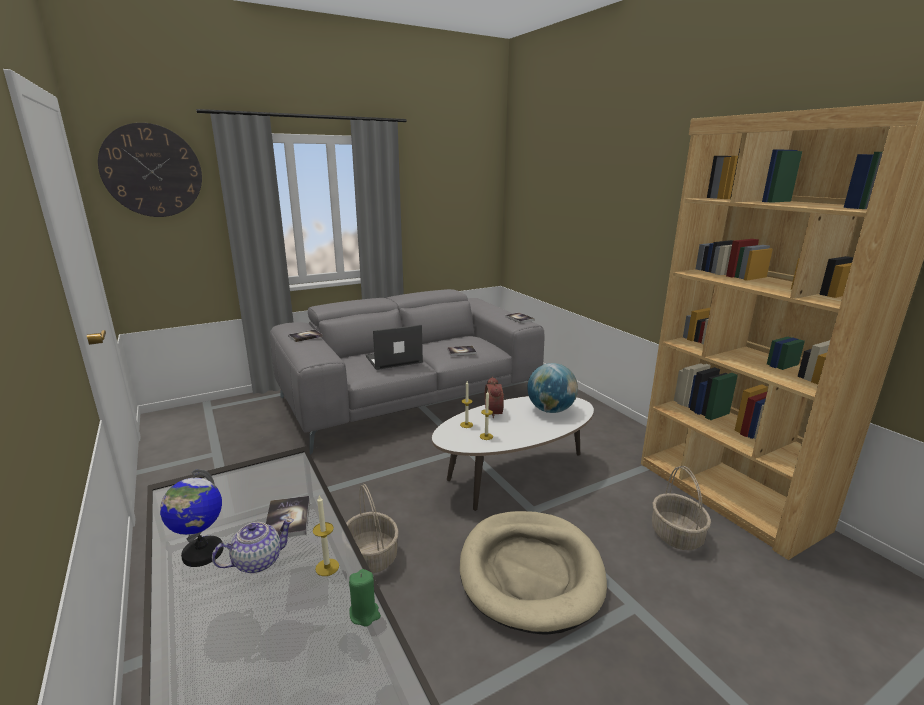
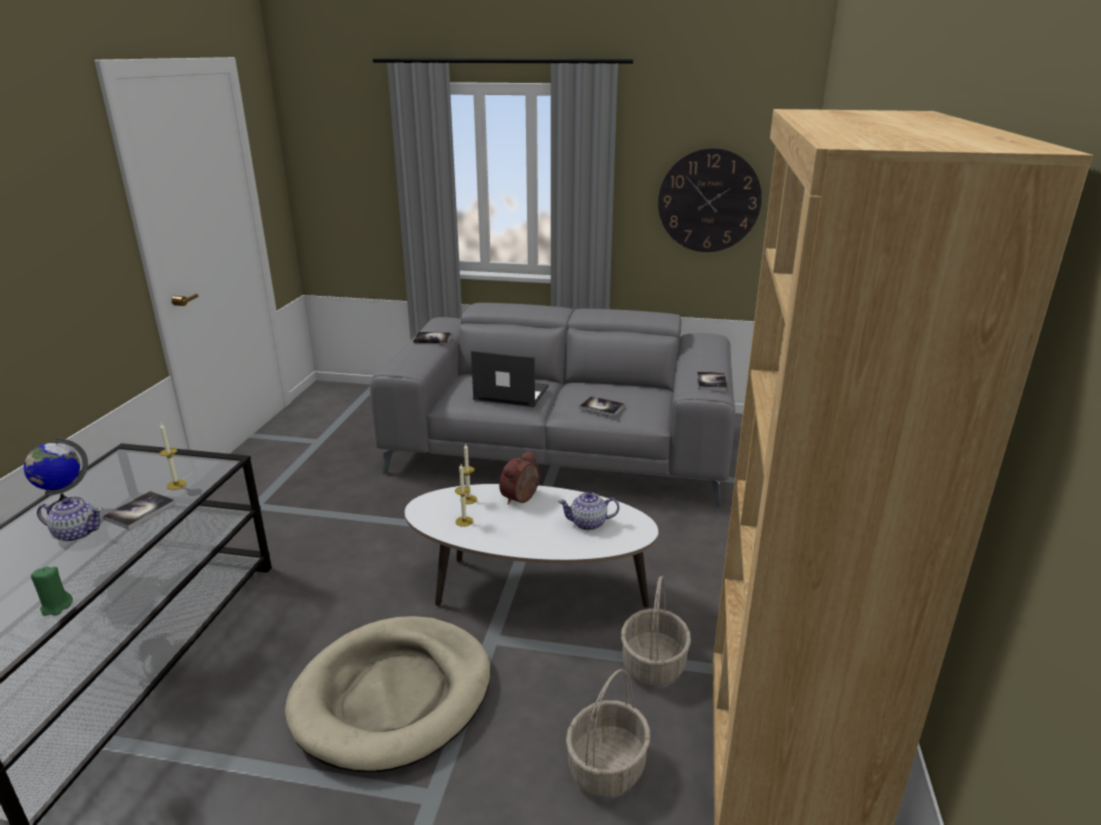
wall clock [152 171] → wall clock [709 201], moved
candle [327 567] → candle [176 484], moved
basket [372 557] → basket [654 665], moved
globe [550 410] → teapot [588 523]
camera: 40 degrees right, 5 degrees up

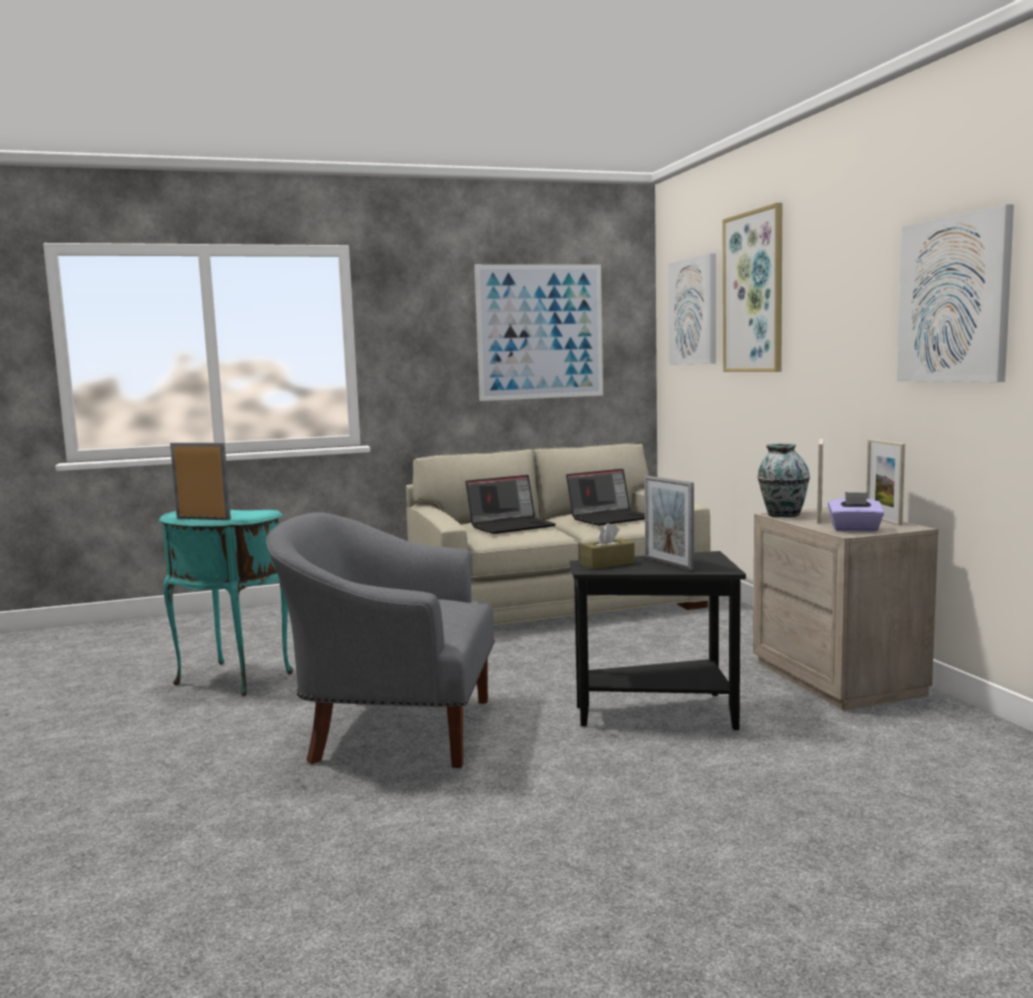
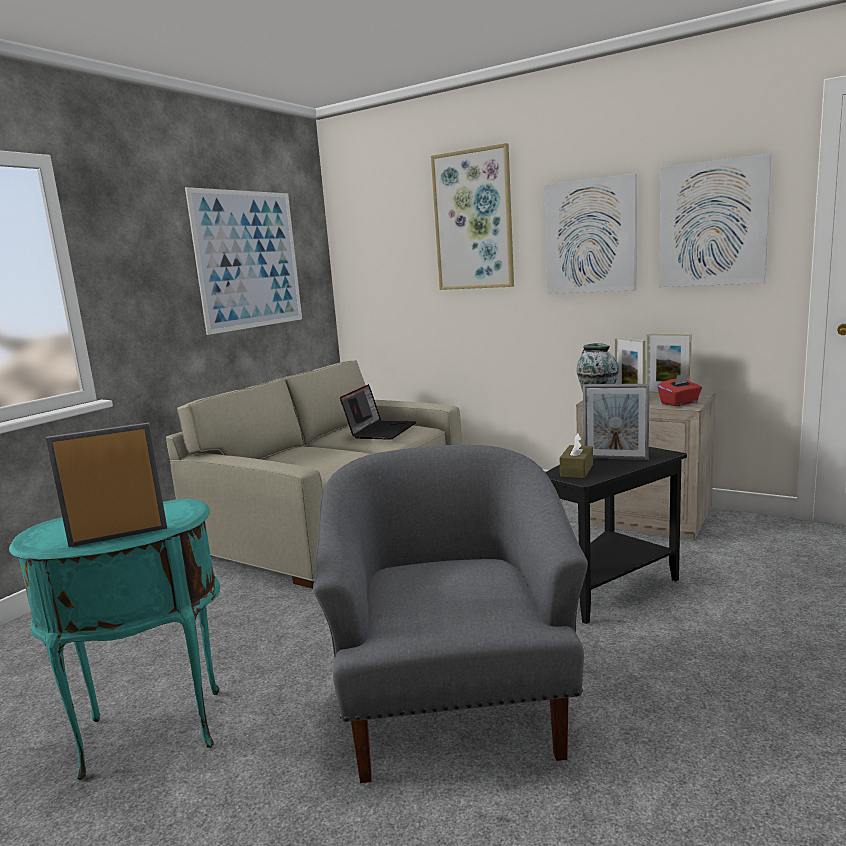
laptop [512 526] → -
picture [694 311] → picture [590 236], moved
purple tissue box [855 529] → red tissue box [679 403]
grey armchair [393 730] → grey armchair [455 704], 120 degrees clockwise
camera: 40 degrees left, 5 degrees up

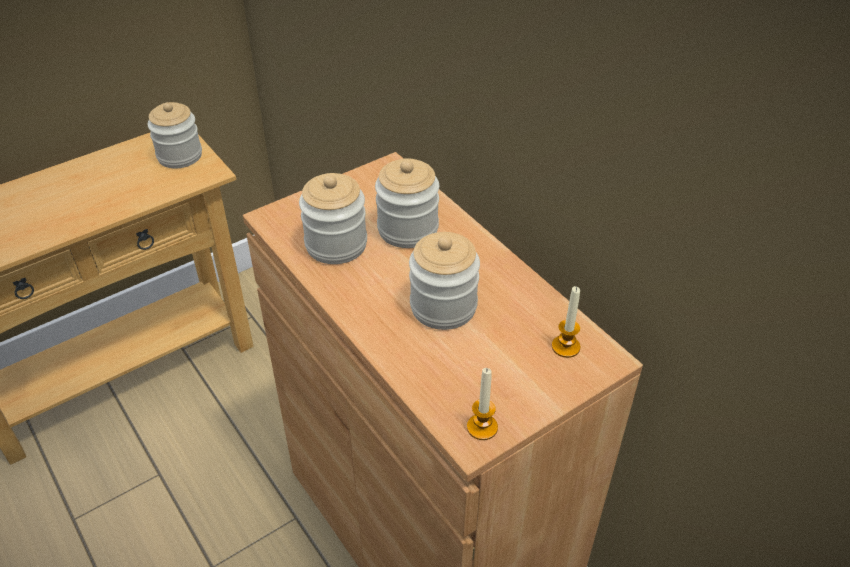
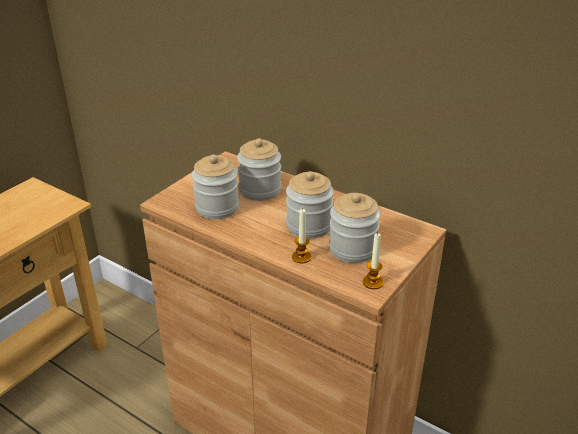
jar [180 156] → jar [352 249], moved
candle [565 347] → candle [301 257], moved
camera: 20 degrees left, 10 degrees down

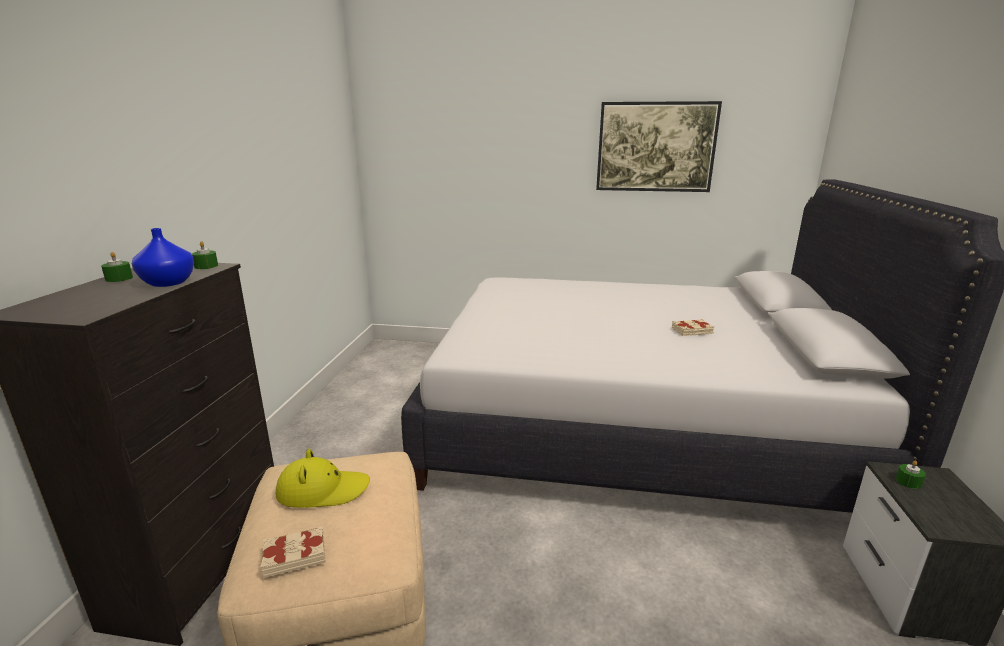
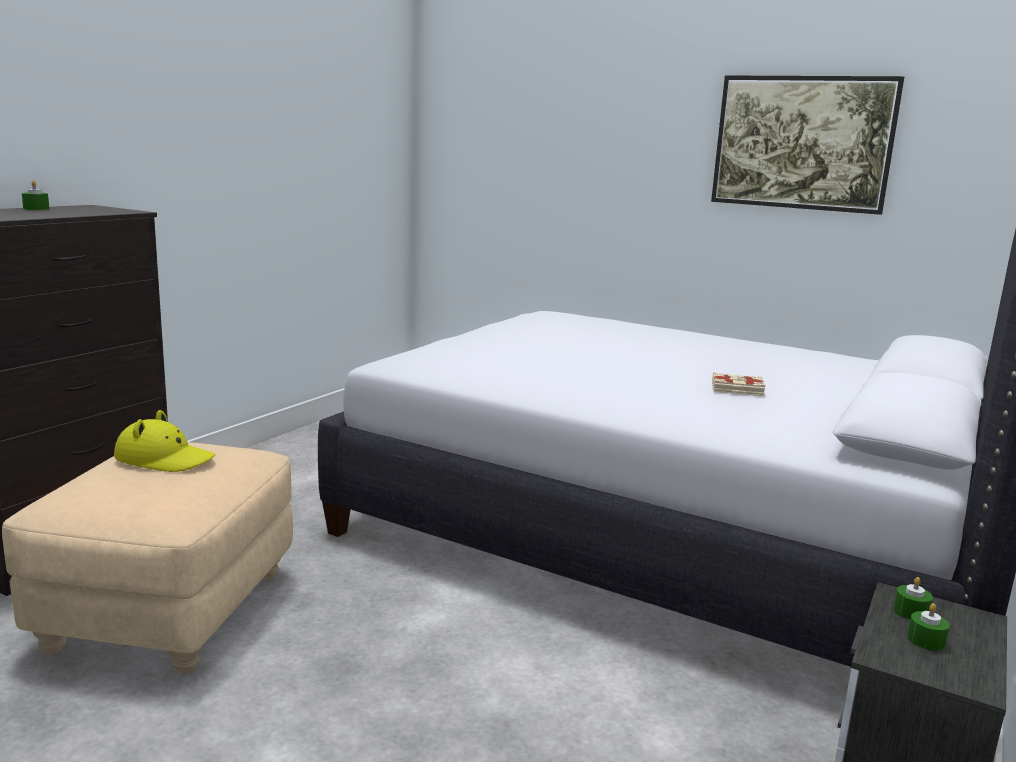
blue vase [168 282] → -
beige book [294 555] → -
green candle [206 266] → green candle [926 640], moved
camera: 20 degrees right, 5 degrees down

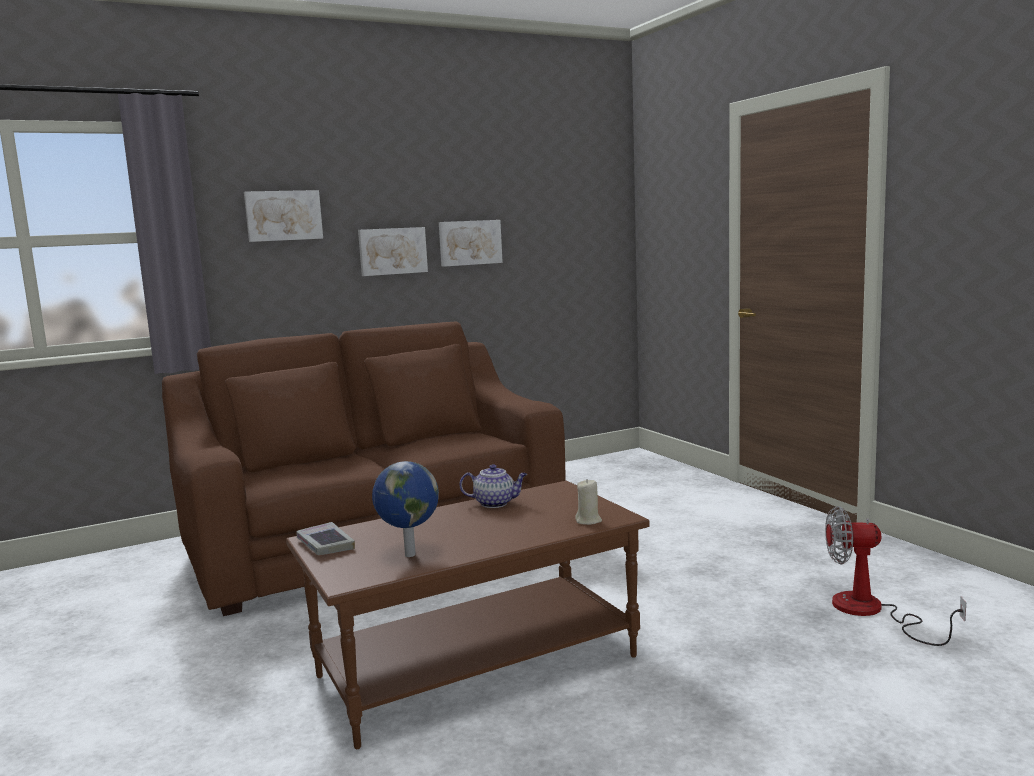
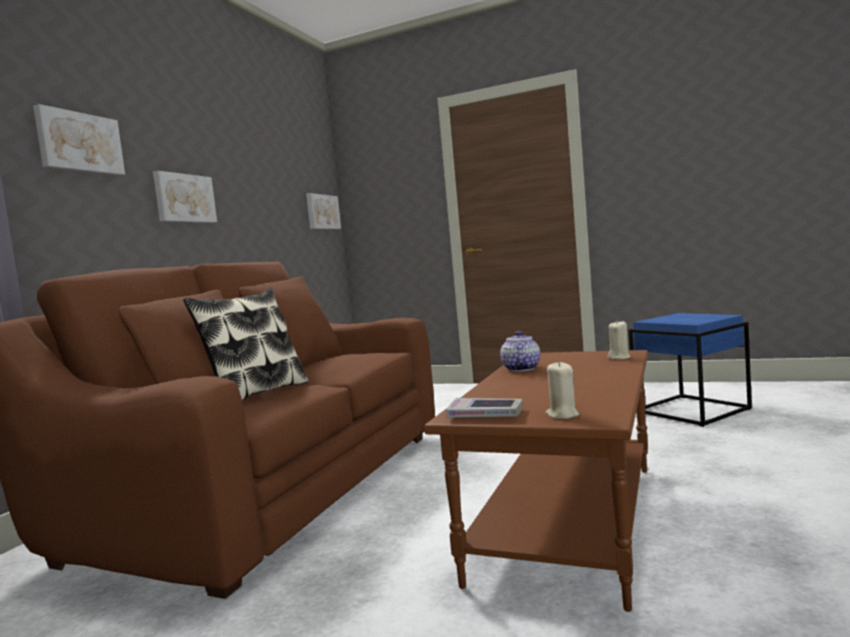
globe [408 555] → -
- → pillow [256 394]
- → beige candle [562 415]
picture [469 242] → picture [322 212], moved
fan [872 612] → blue side table [692 410]
teapot [495 503] → teapot [520 368], 45 degrees counterclockwise
camera: 40 degrees left, 5 degrees down

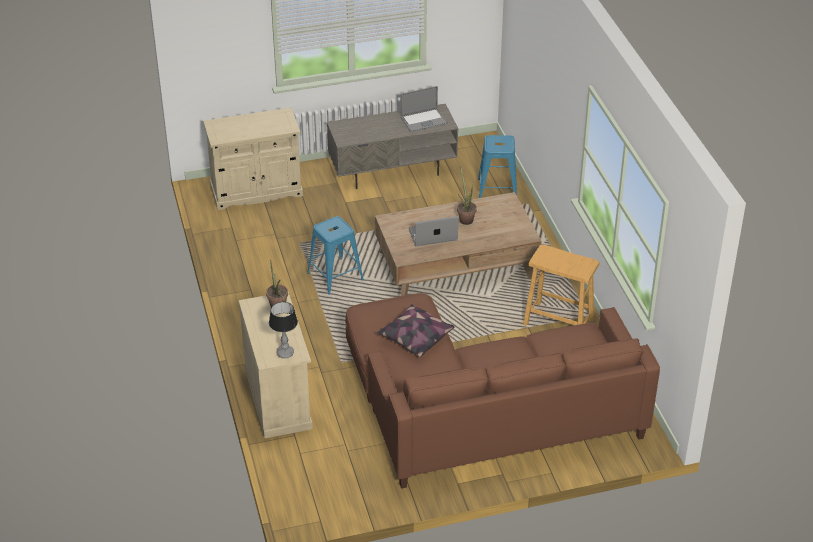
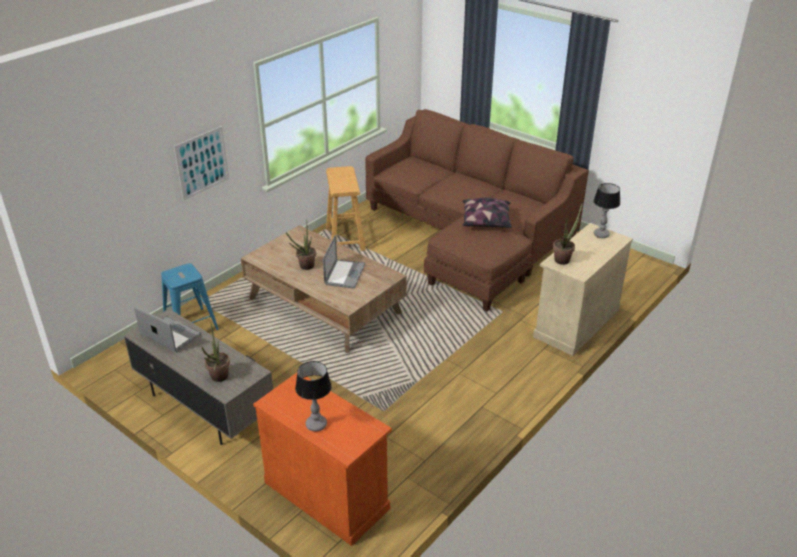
blue stool [335 277] → -
- → picture [202 163]
- → potted plant [218 379]
- → table lamp [316 425]
beige cabinet [256 191] → orange cabinet [326 495]
laptop [433 235] → laptop [345 274], 120 degrees counterclockwise
camera: 125 degrees left, 5 degrees down

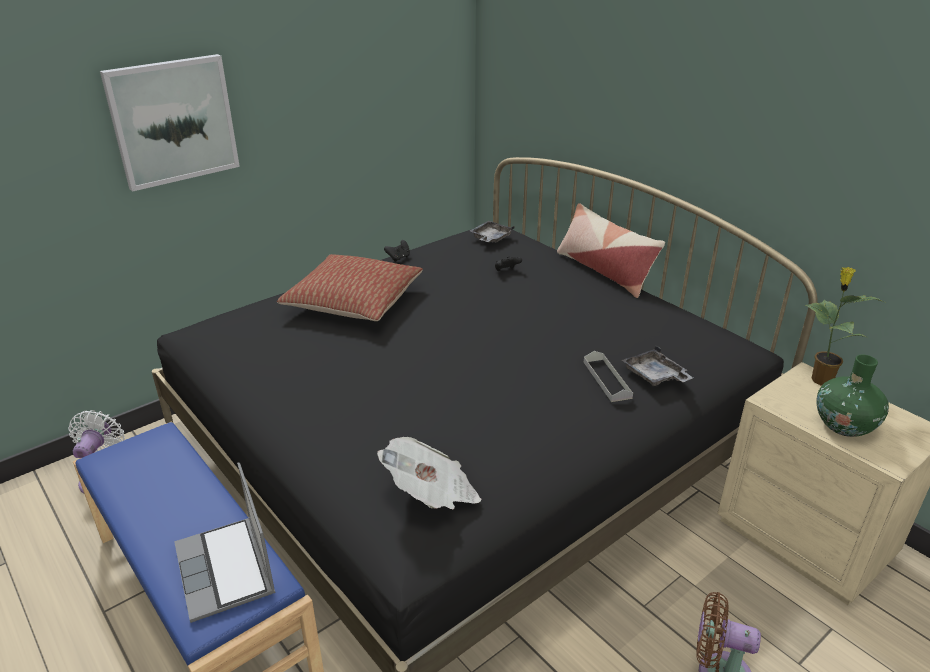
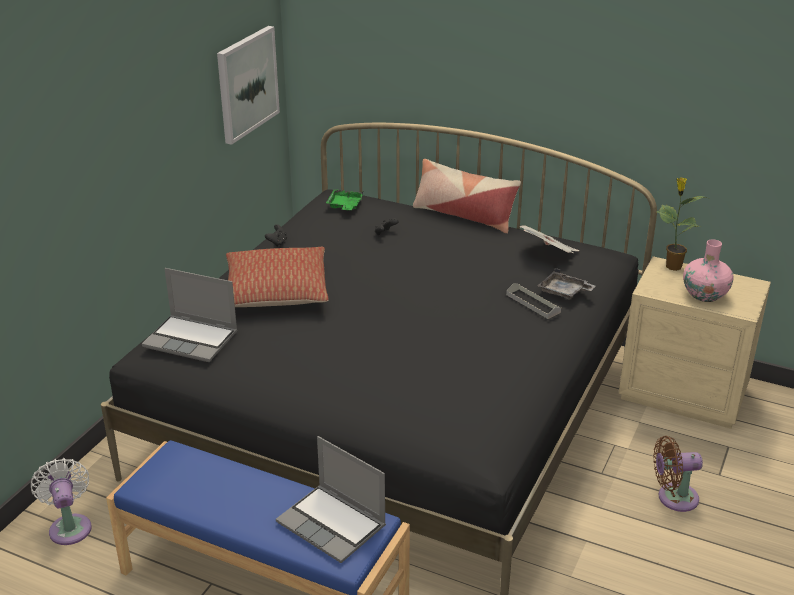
- → laptop [192 339]
picture [173 121] → picture [247 83], moved
newspaper [431 494] → newspaper [549 254], moved
grey tray [490 238] → green tray [345 206]
green vase [844 425] → pink vase [704 295]
camera: 25 degrees left, 0 degrees up

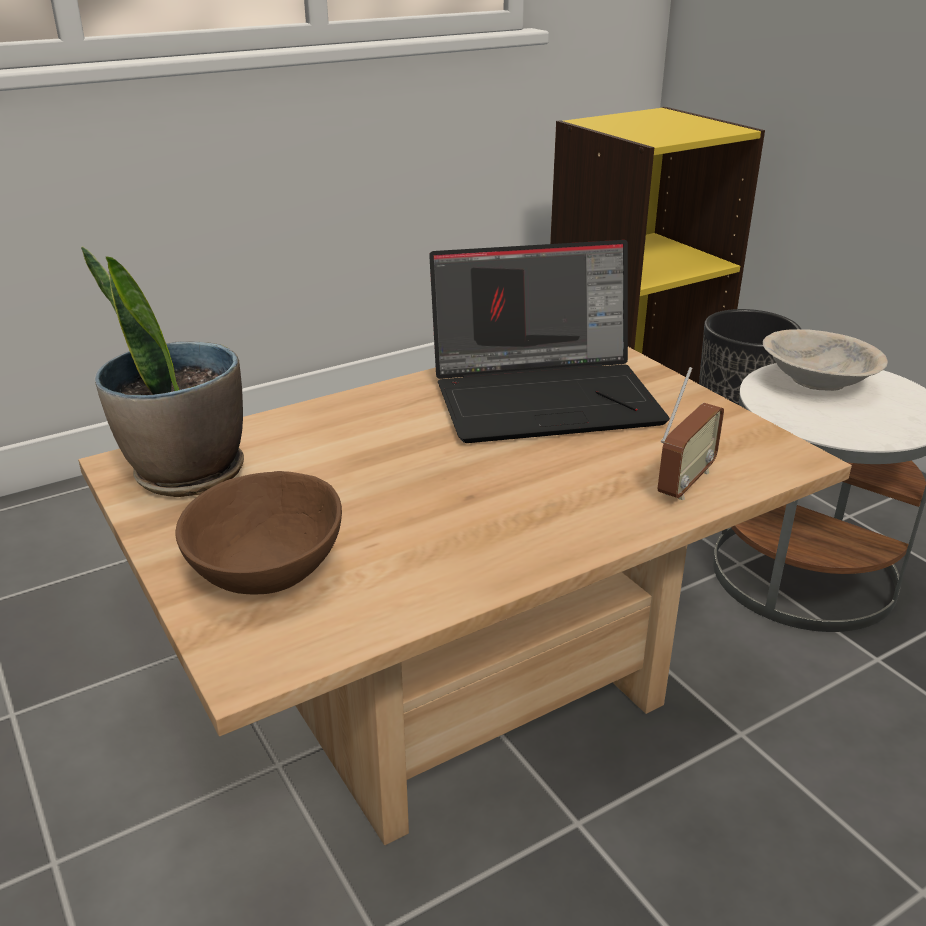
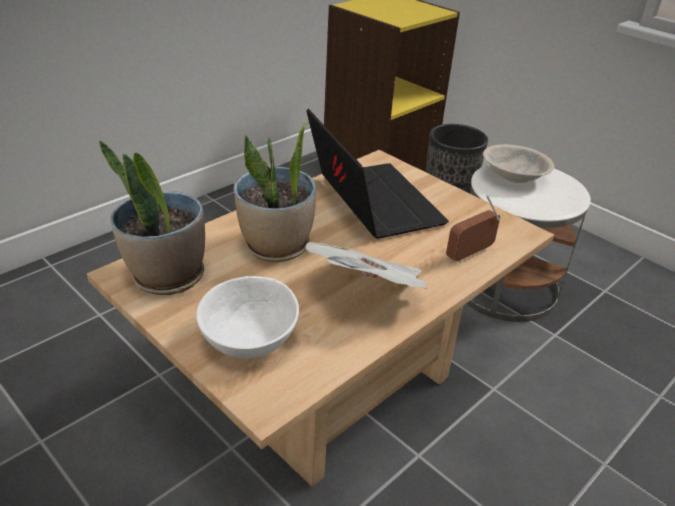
- → potted plant [276 247]
- → newspaper [370 291]
brown bowl [267 569] → white bowl [248 338]
laptop [547 396] → laptop [370 202], 90 degrees counterclockwise
radio [685 482] → radio [470 254], 150 degrees counterclockwise
camera: 15 degrees left, 5 degrees up

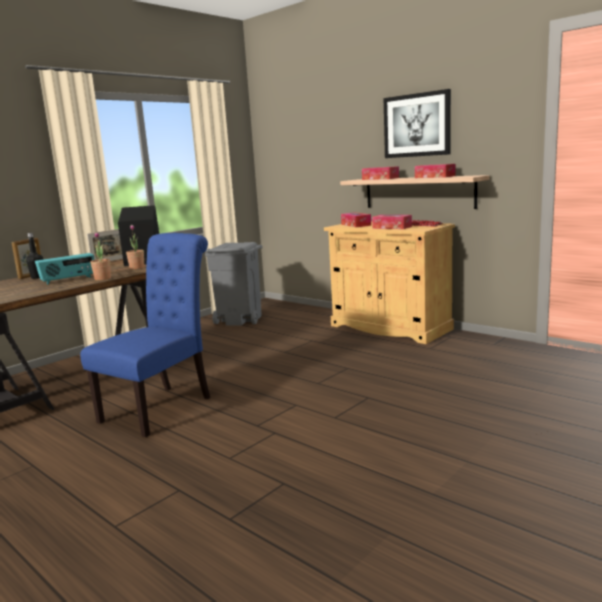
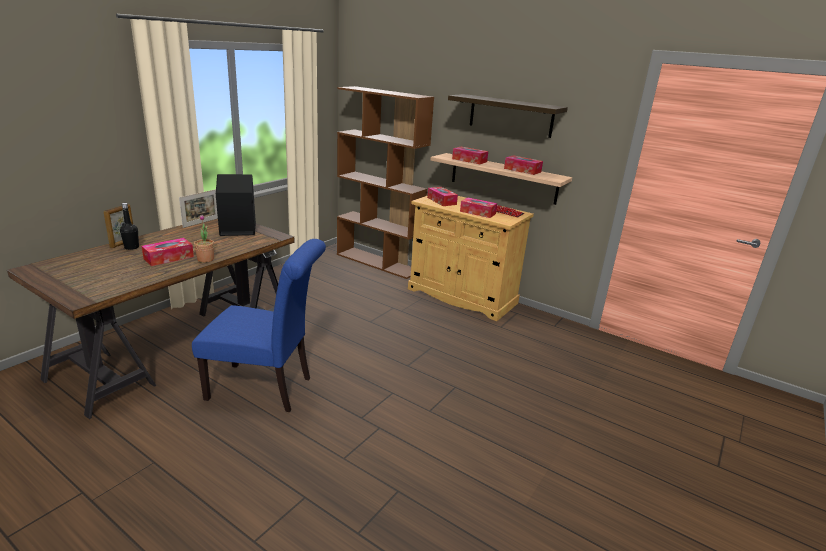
potted plant [137 268] → -
grey trash can [240 319] → -
- → brown bookcase [378 262]
radio [68 280] → tissue box [169 258]
picture [417 125] → shelf [510 115]
blue chair [162 407] → blue chair [266 389], 75 degrees clockwise
camera: 10 degrees left, 10 degrees up

